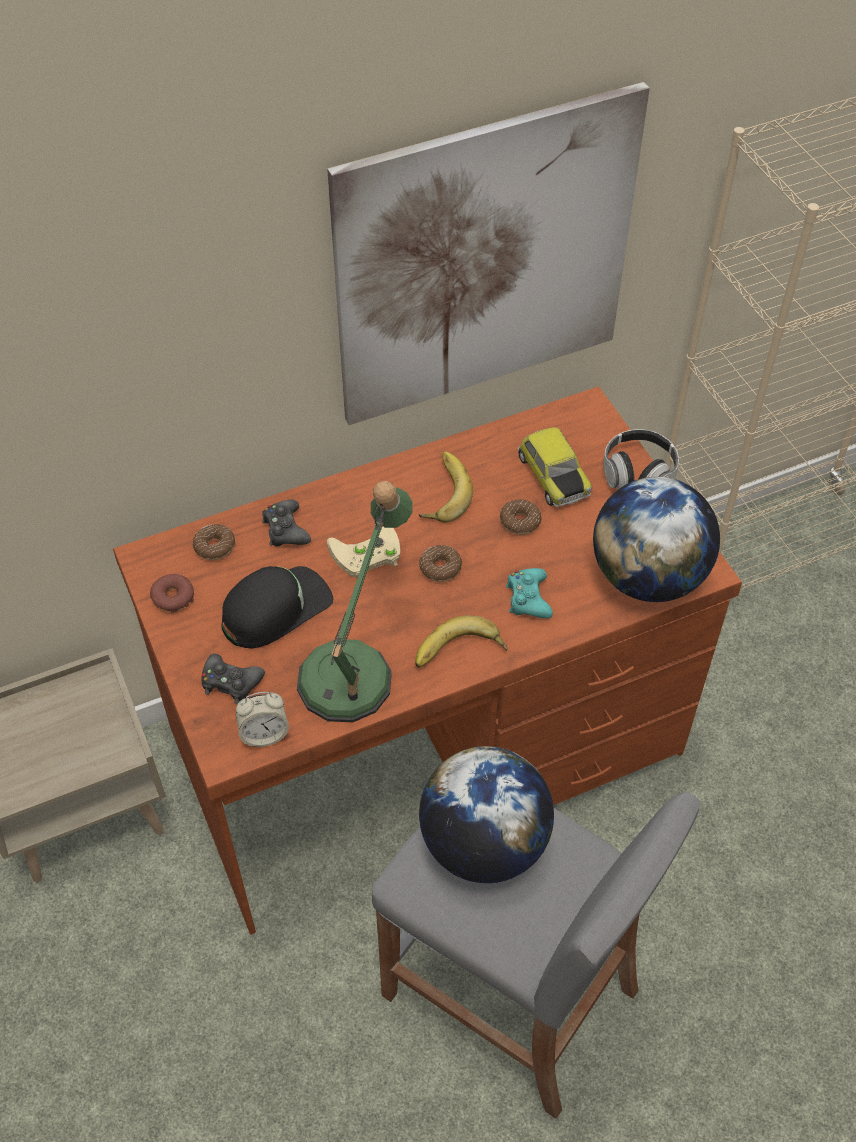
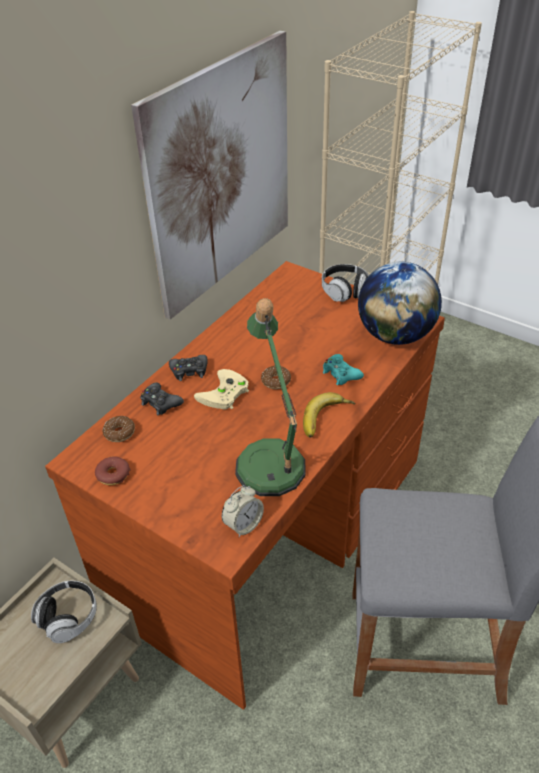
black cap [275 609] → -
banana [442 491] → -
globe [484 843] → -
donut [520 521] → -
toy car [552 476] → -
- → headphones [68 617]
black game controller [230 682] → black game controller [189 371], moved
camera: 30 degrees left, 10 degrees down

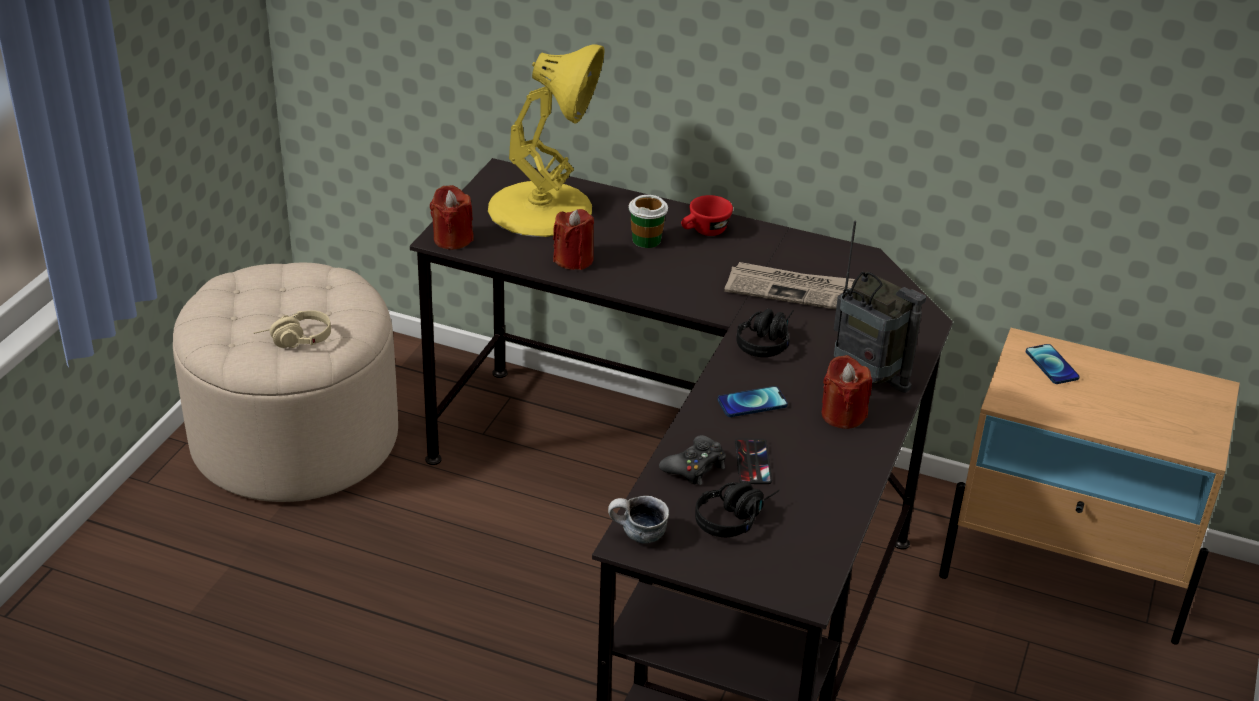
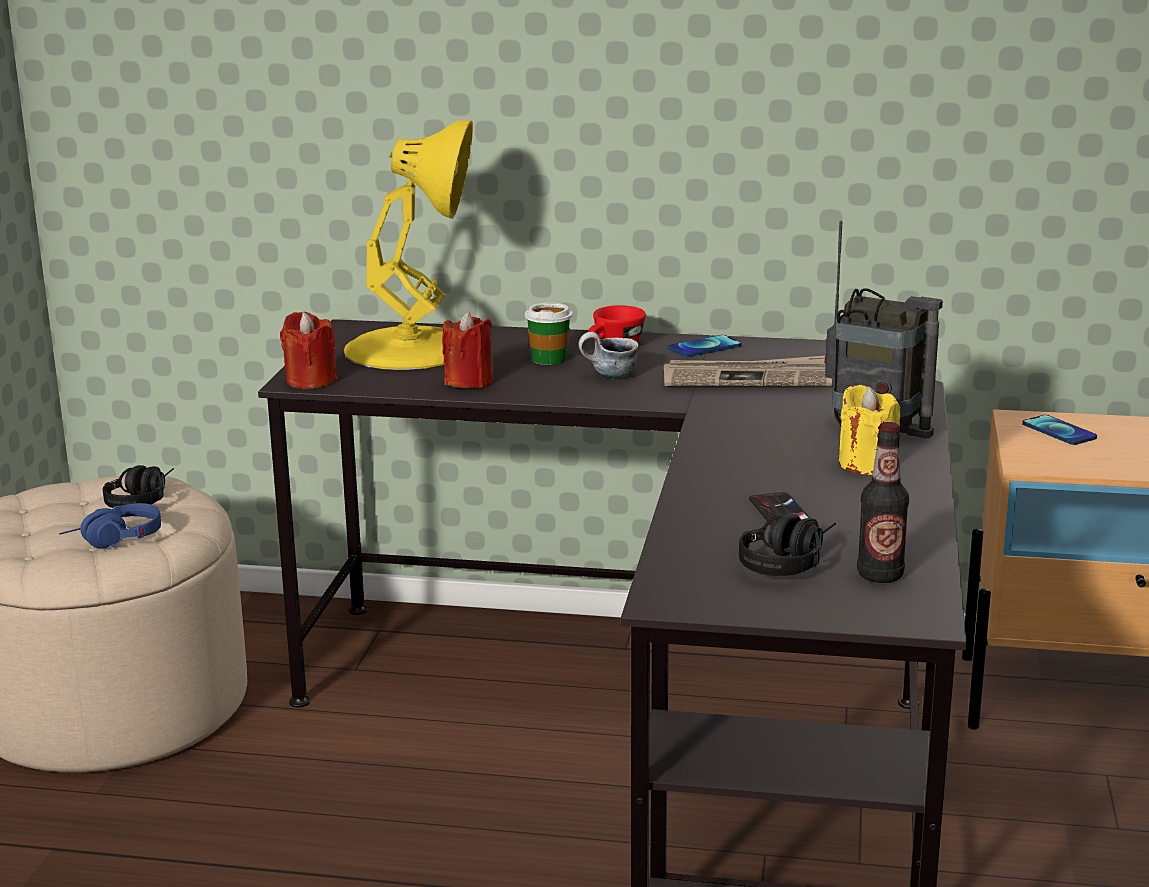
black game controller [695 467] → -
- → bottle [880 575]
mug [637 536] → mug [609 377], moved
phone [752 403] → phone [704 348], moved
black headphones [766 340] → black headphones [142 499], moved
beige headphones [294 341] → blue headphones [113 541]
red candle [843 415] → yellow candle [866 464]
camera: 10 degrees left, 15 degrees down

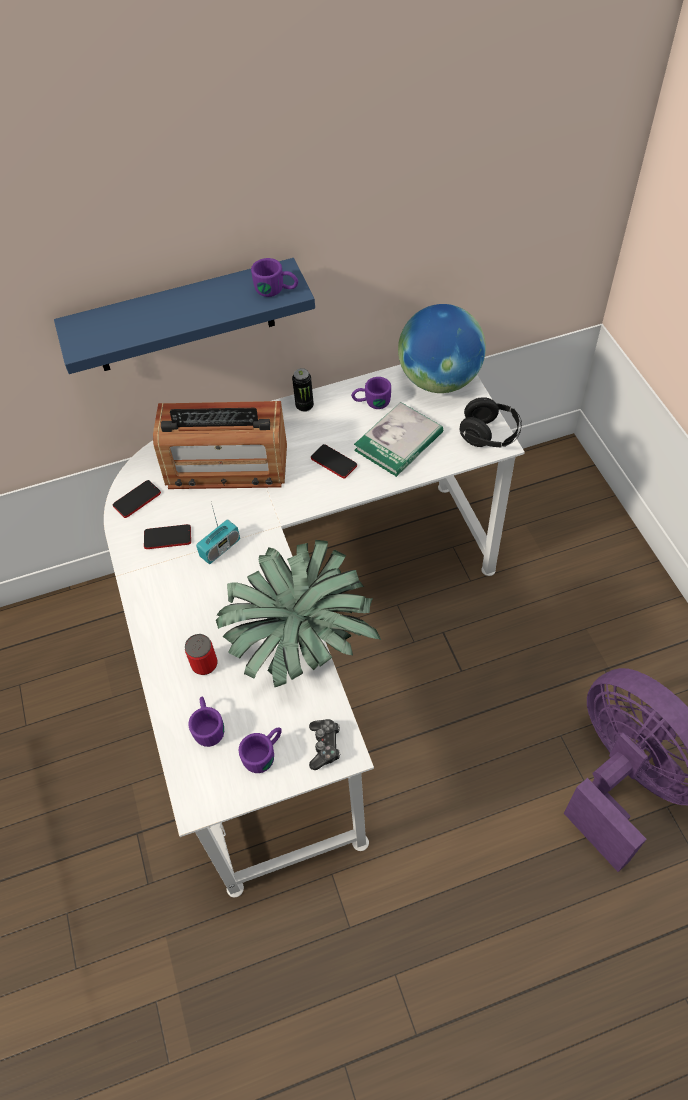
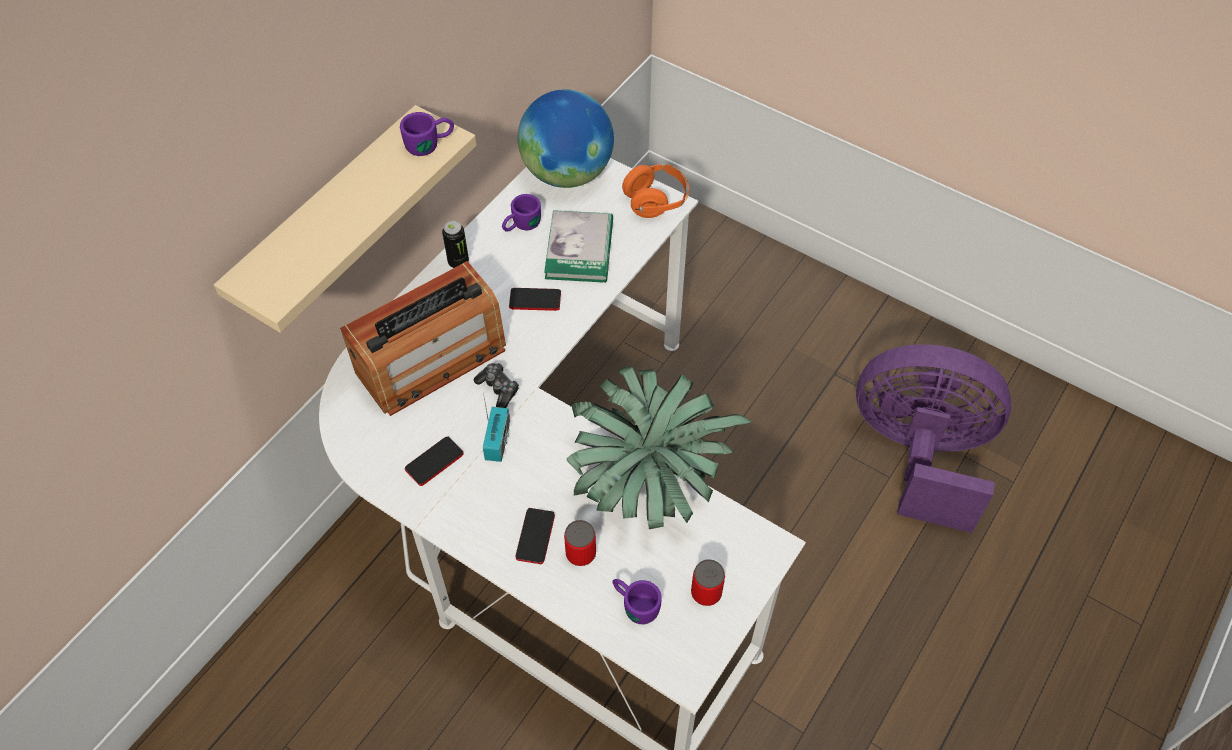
phone [137 499] → phone [535 536], moved
game controller [325 746] → game controller [498 389], moved
purple mug [265 753] → can [706 593]
blue shelf [183 317] → beige shelf [329 220]
black headphones [489 435] → orange headphones [656 201]
camera: 40 degrees left, 0 degrees up

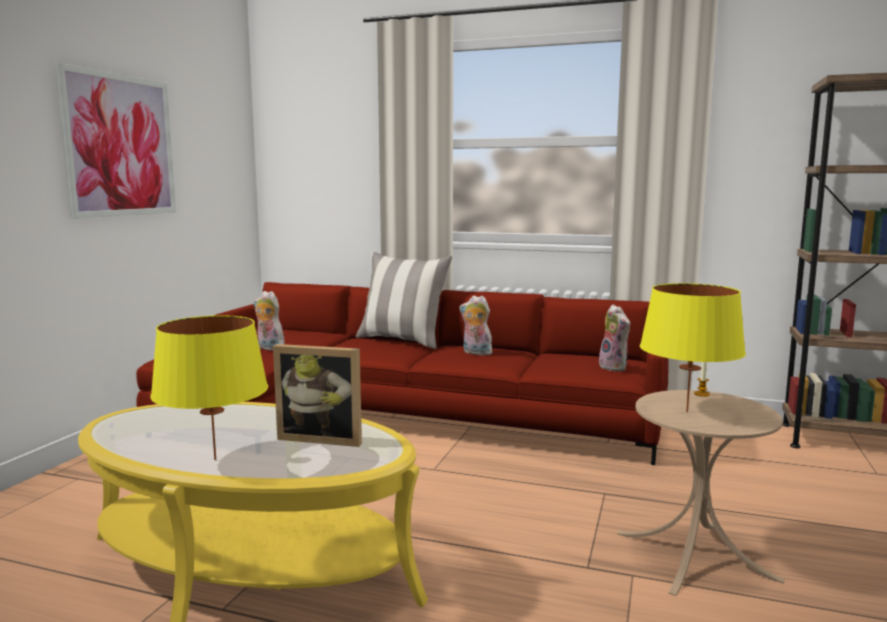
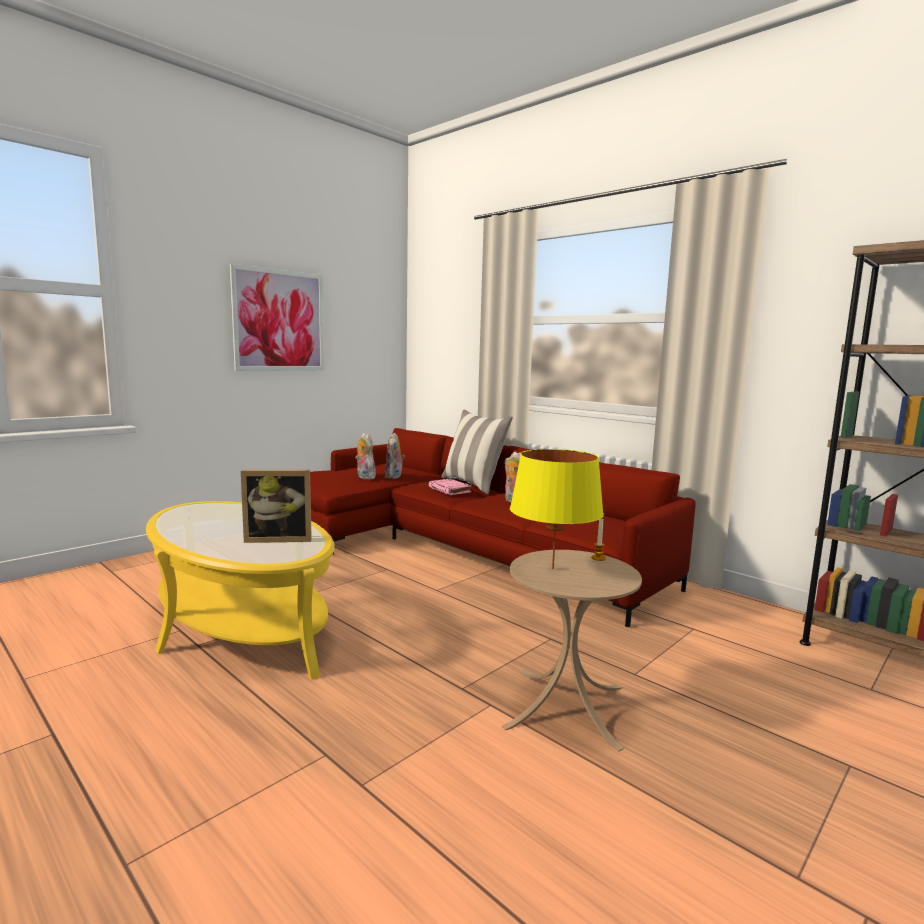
yellow table lamp [215 459] → -
- → pink book [450 490]
plush toy [615 367] → plush toy [394 477], moved
picture frame [323 437] → picture frame [279 538], 45 degrees counterclockwise
camera: 25 degrees right, 0 degrees up

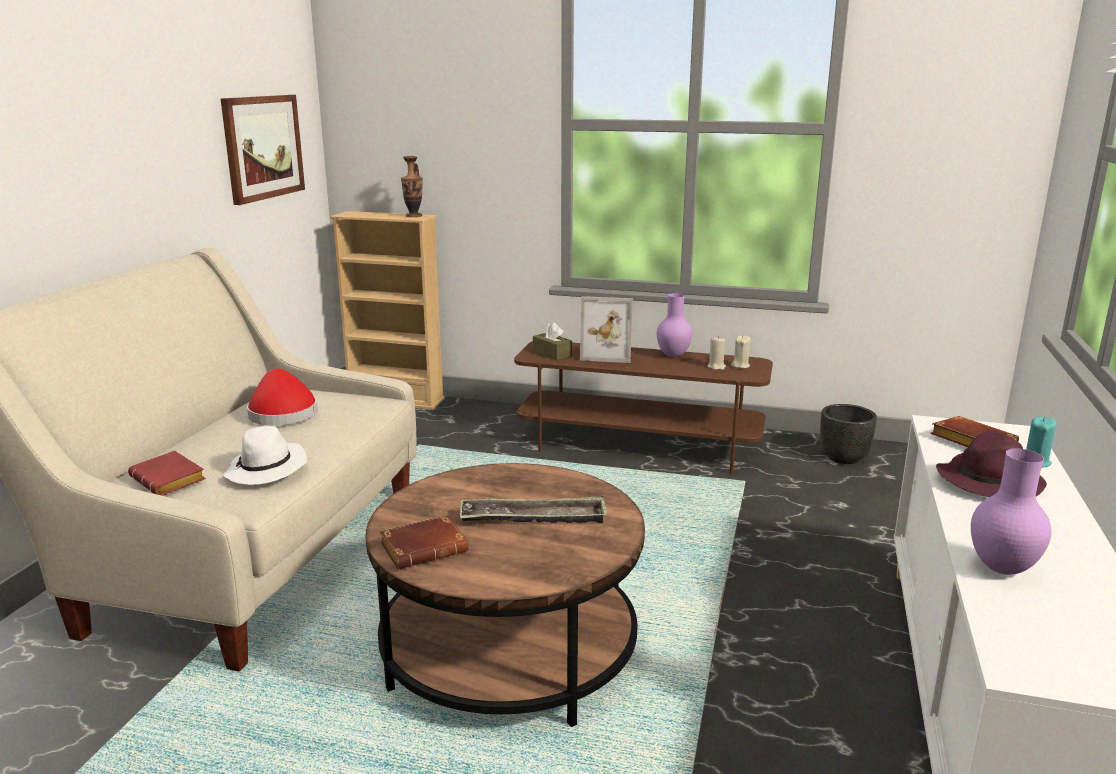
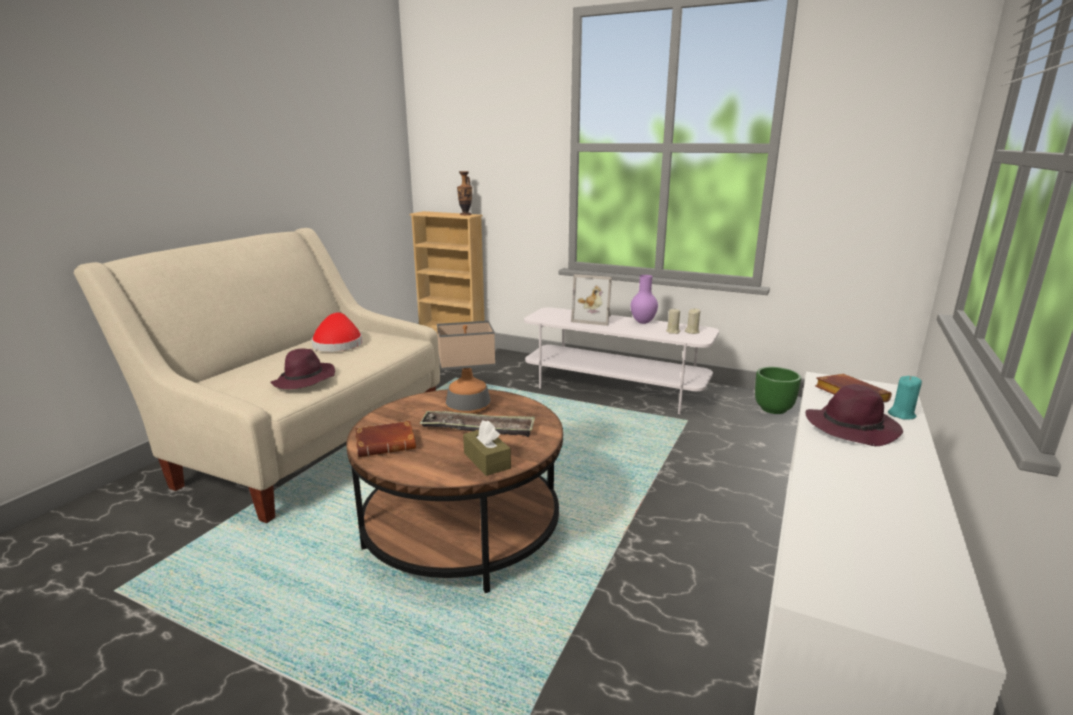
red book [171 480] → -
picture [263 147] → -
purple vase [1001 568] → -
- → table lamp [468 408]
brown tissue box [552 354] → brown tissue box [487 460], moved
white hat [267 470] → purple hat [304 380]
brown tv stand [640 445] → white tv stand [615 389]
black planter [844 458] → green planter [773 409]
camera: 10 degrees right, 0 degrees up

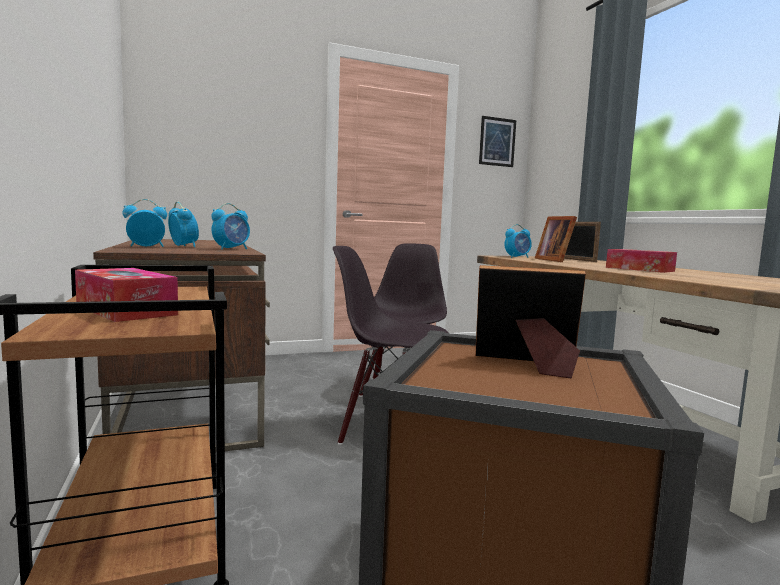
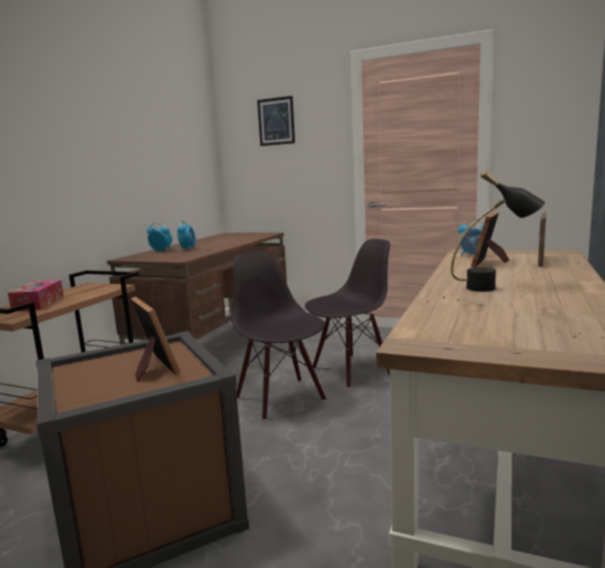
alarm clock [231 249] → -
picture [497 142] → picture [276 121], moved
tissue box [639 269] → black table lamp [494 287]
camera: 45 degrees right, 5 degrees up

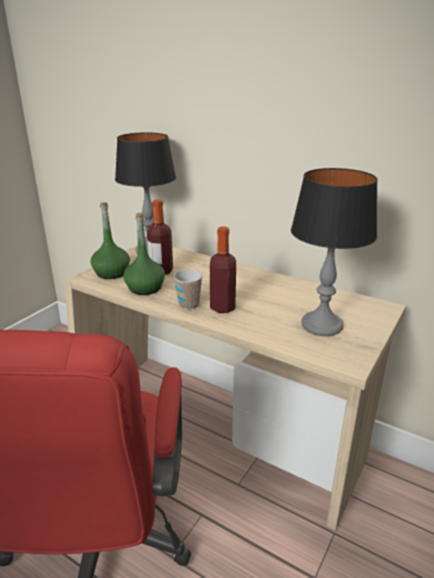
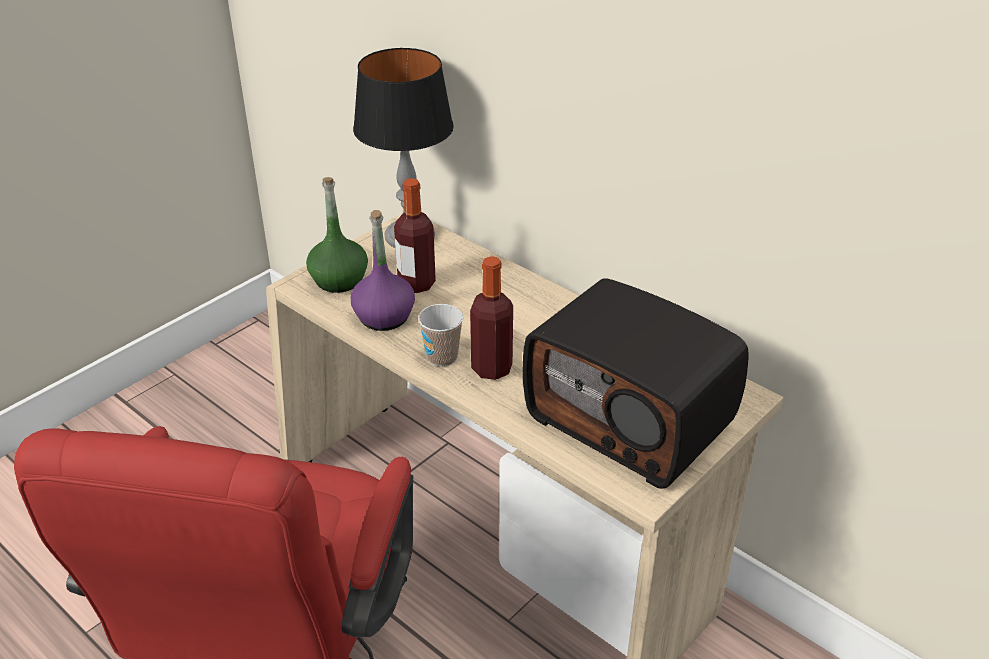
table lamp [322 325] → radio [631 419]
green bottle [145 288] → purple bottle [384 317]
camera: 10 degrees right, 10 degrees up

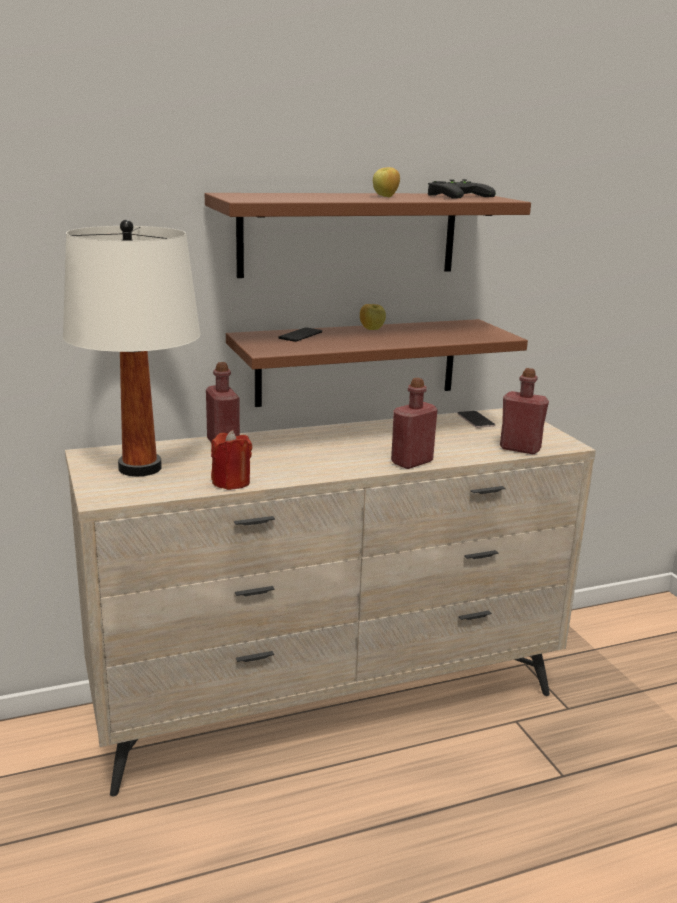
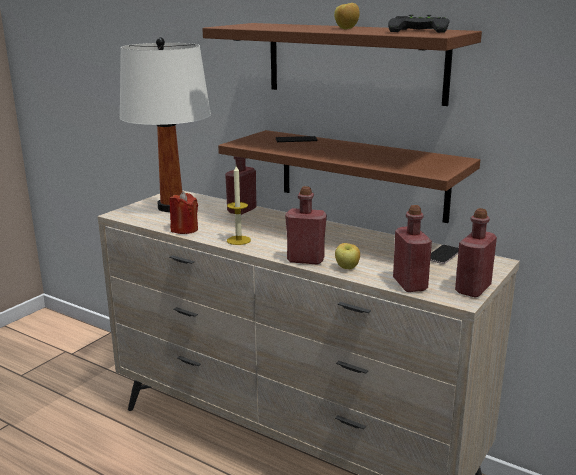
- → candle [238 240]
- → red bottle [473 289]
apple [372 330] → apple [347 268], moved
camera: 55 degrees right, 0 degrees up

